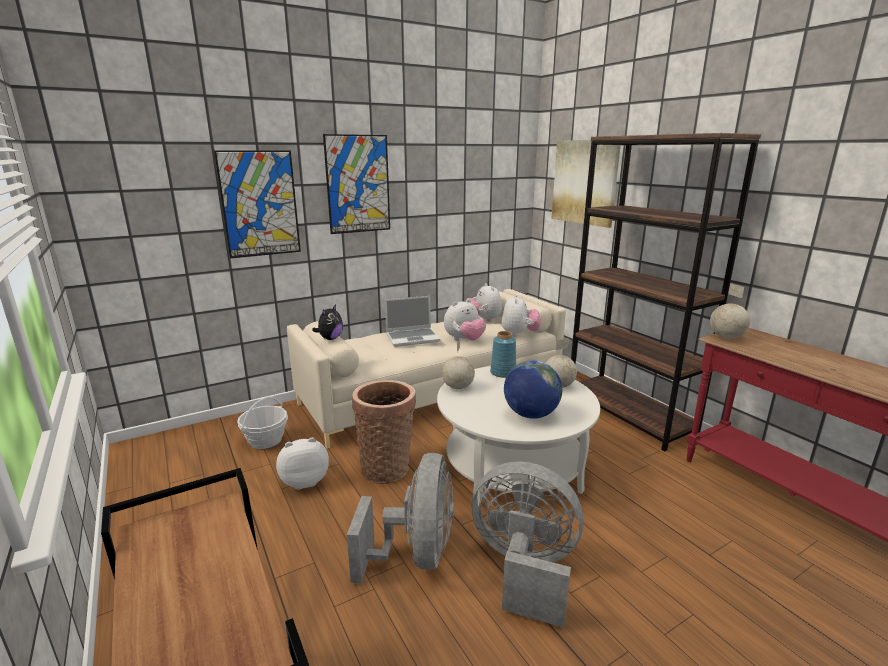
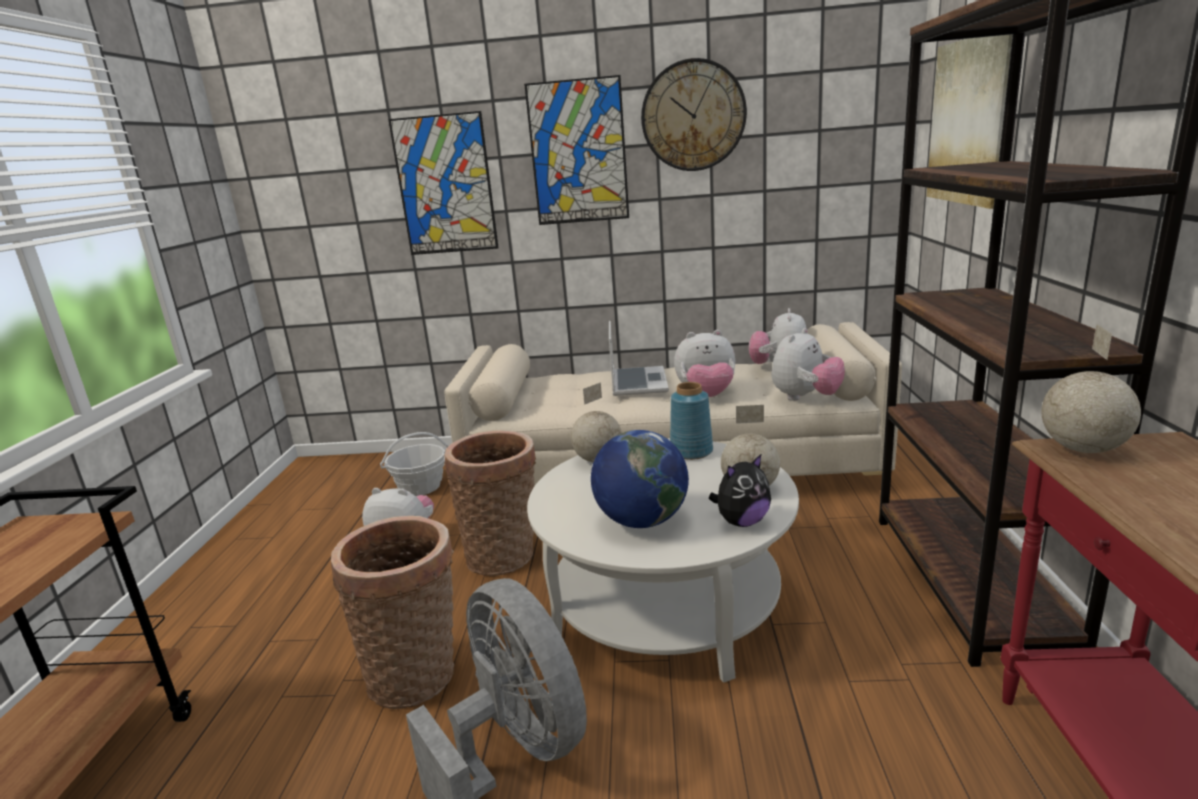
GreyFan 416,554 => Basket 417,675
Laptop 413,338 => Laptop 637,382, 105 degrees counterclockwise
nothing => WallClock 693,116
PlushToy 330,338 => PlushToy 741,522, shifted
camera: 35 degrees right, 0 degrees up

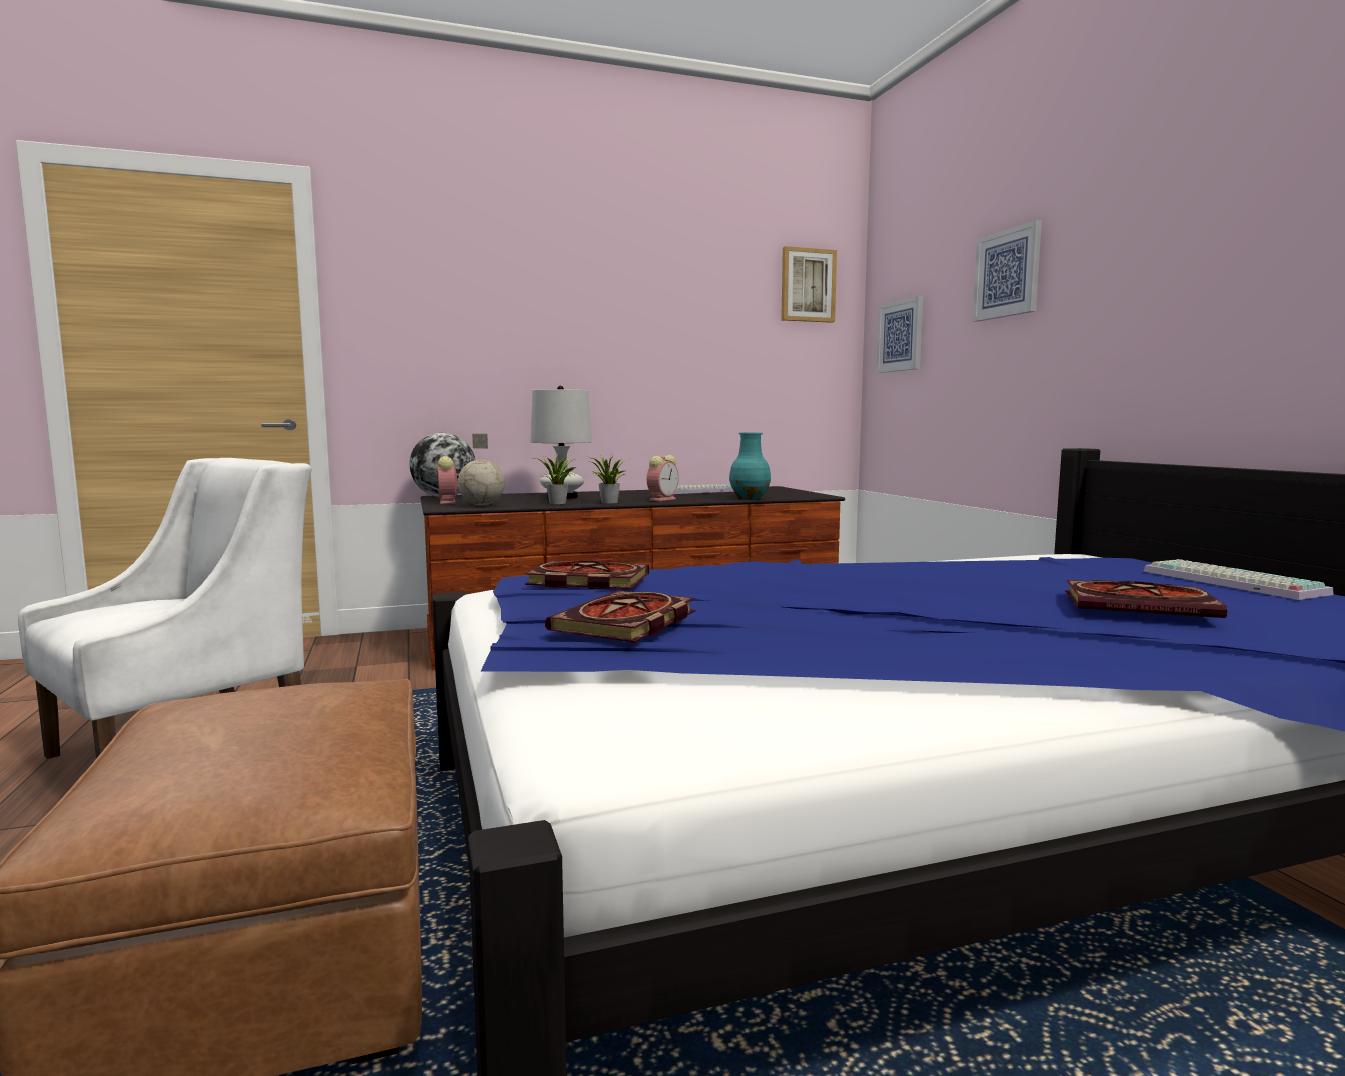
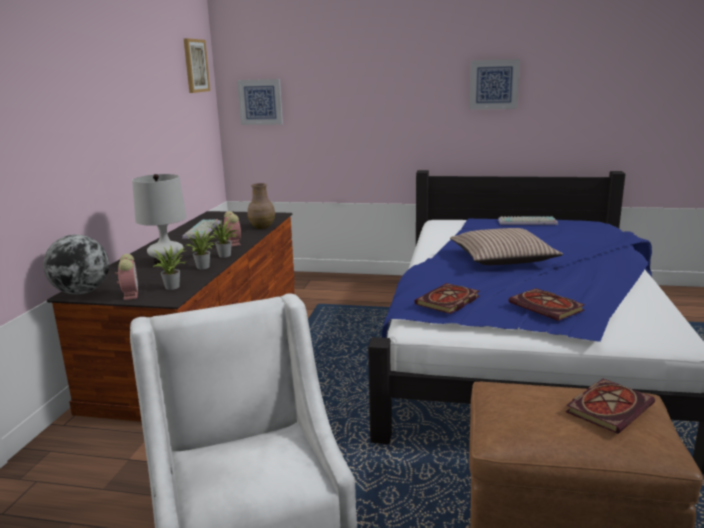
AlarmClock 448,502 => AlarmClock 130,294, 120 degrees counterclockwise
Globe 482,505 => PottedPlant 174,286
TurquoiseVase 750,498 => BrownVase 262,227
nothing => Pillow 502,258
Picture 1007,273 => Picture 494,84, shifted
Book 1142,605 => Book 609,407, shifted
camera: 60 degrees left, 10 degrees up

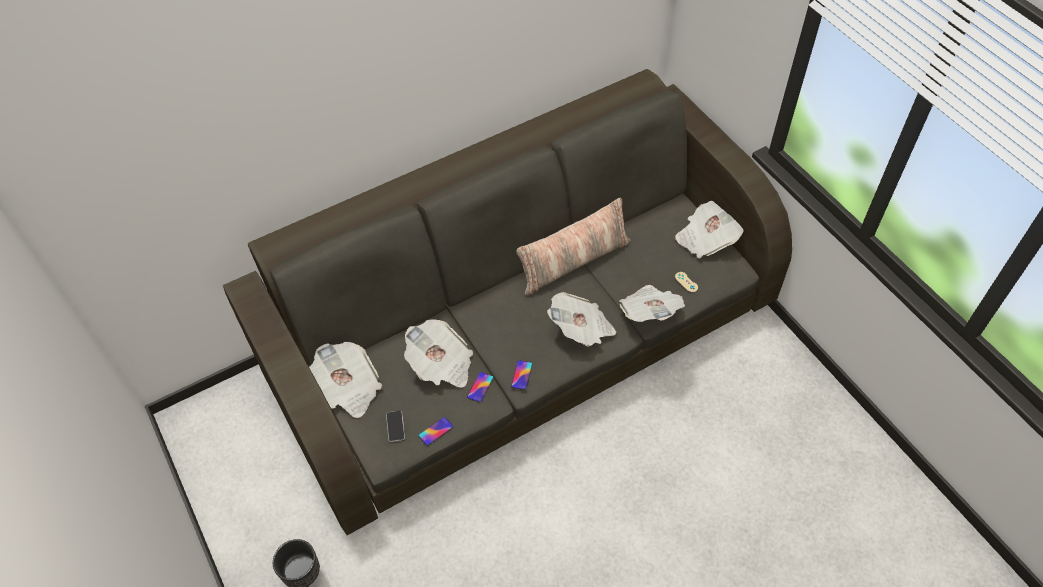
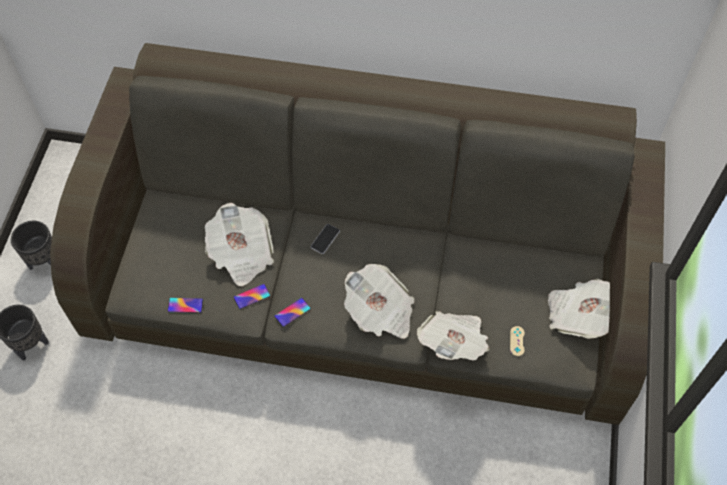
nothing => BlackPlanter 45,261
Phone 395,426 => Phone 325,239, shifted
Newspaper 348,389 => nothing
Pillow 573,262 => nothing
camera: 40 degrees right, 5 degrees up

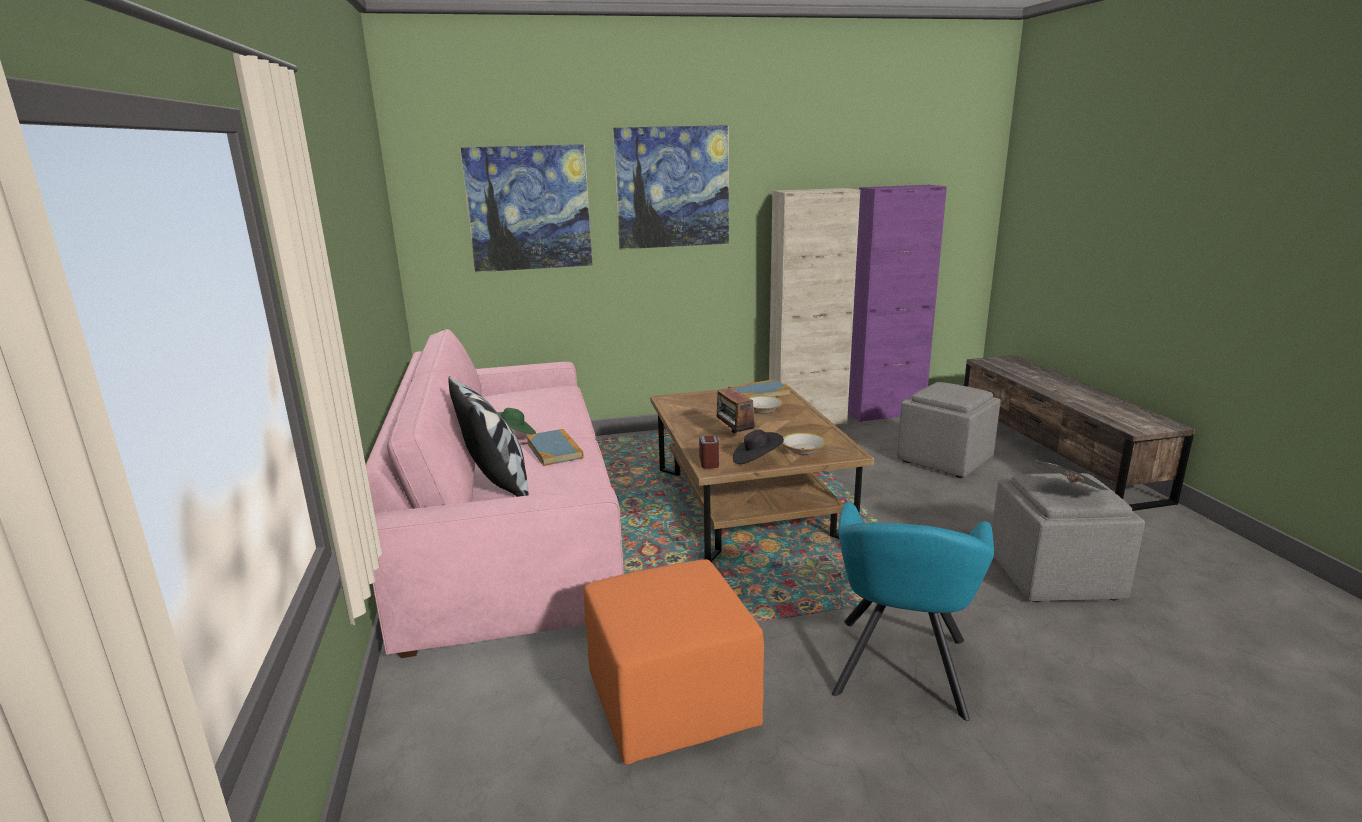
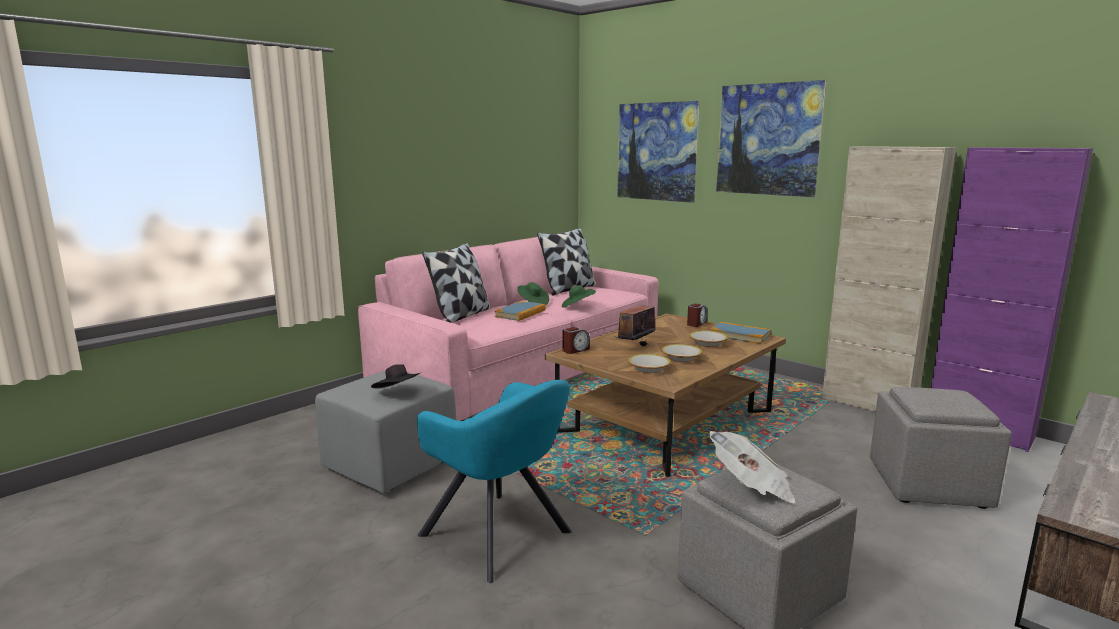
OrangeOttoman 670,702 => GreyOttoman 391,465
BlackHat 756,459 => BlackHat 398,392, shifted
TurquoiseArmchair 900,670 => TurquoiseArmchair 499,536, 120 degrees counterclockwise
nothing => Pillow 568,289
nothing => GreenHat 577,306
nothing => Bowl 681,358
nothing => AlarmClock 696,323
camera: 55 degrees right, 5 degrees down

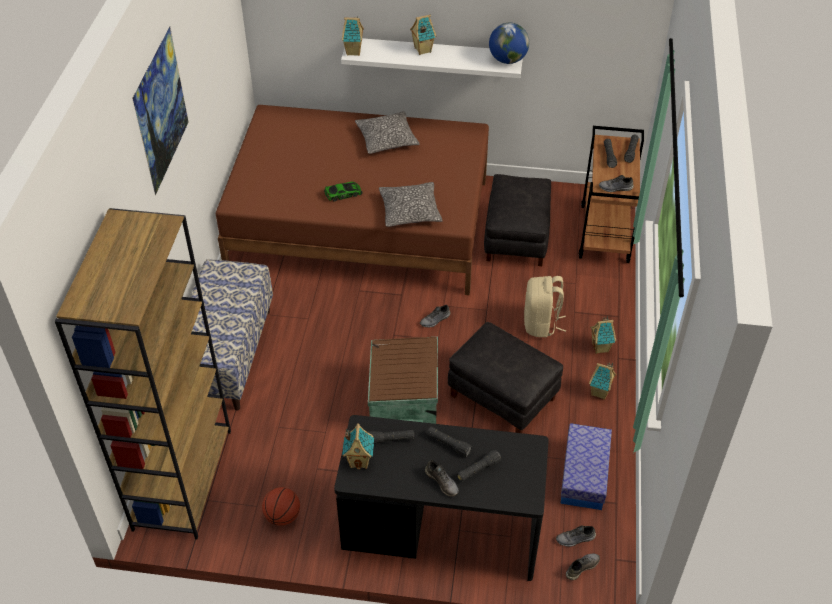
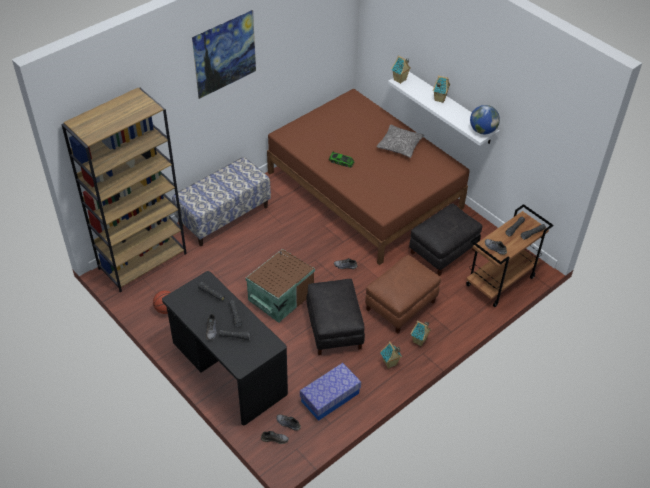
BeigeBackpack 541,324 => BrownOttoman 401,306
ToyHouse 359,461 => nothing
Pillow 410,211 => nothing
camera: 40 degrees right, 0 degrees up

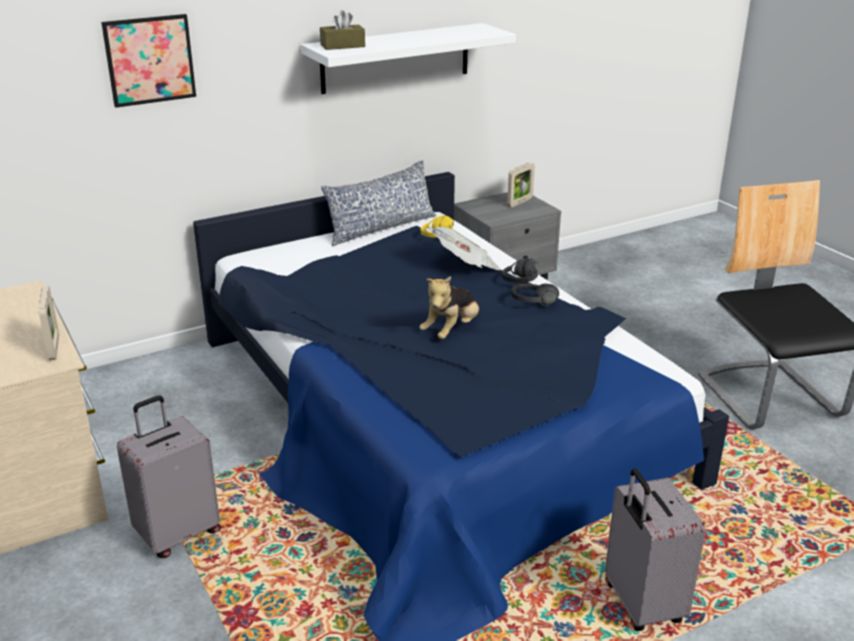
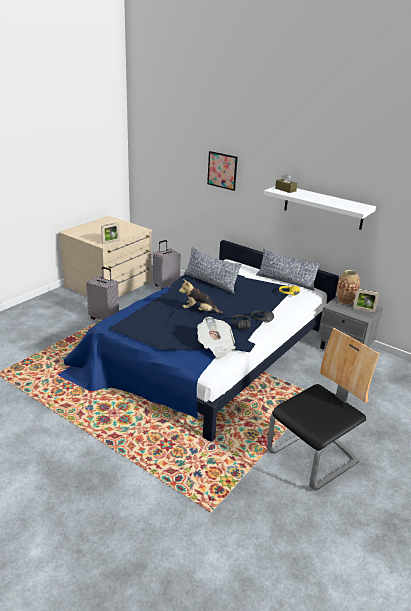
GreySuitcase 641,604 => GreySuitcase 166,286, shifted
nothing => Pillow 210,282
Newspaper 465,266 => Newspaper 215,346, shifted
nothing => Vase 345,300
camera: 65 degrees right, 0 degrees up

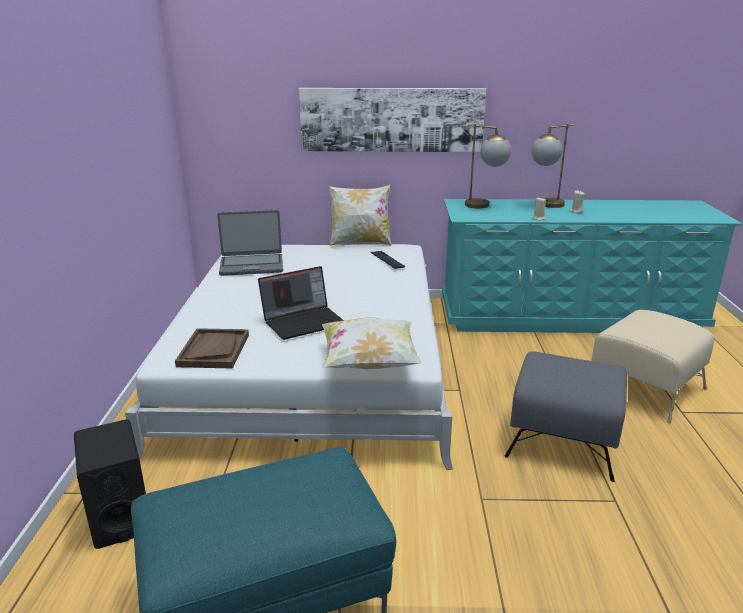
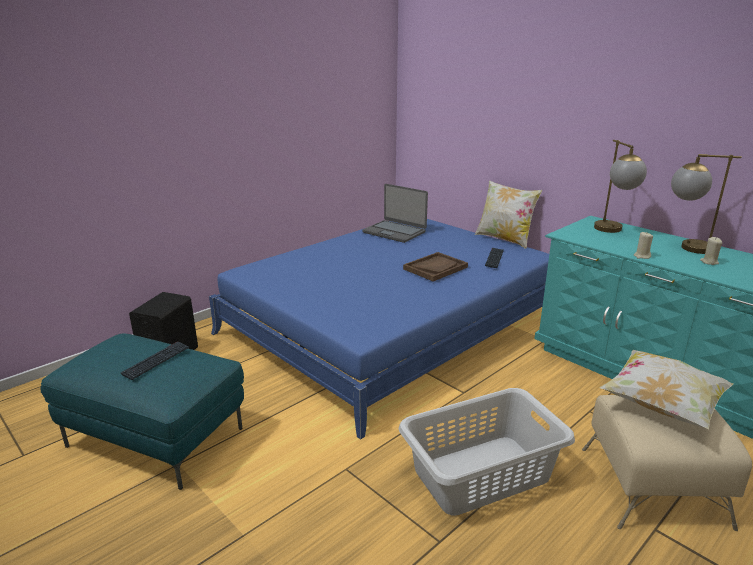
nothing => Keyboard 156,361
WhiteBed 312,363 => BlueBed 392,324
GreyOttoman 564,439 => GreyLaundryBasket 482,474
BrownTray 213,350 => BrownTray 435,268, shifted
Pillow 369,363 => Pillow 661,406, shifted
Laptop 304,321 => nothing
Picture 391,120 => nothing
camera: 45 degrees right, 0 degrees up

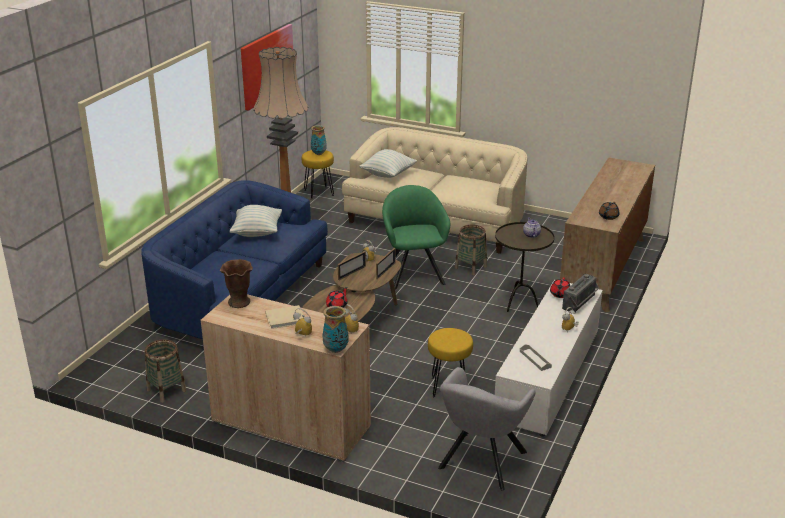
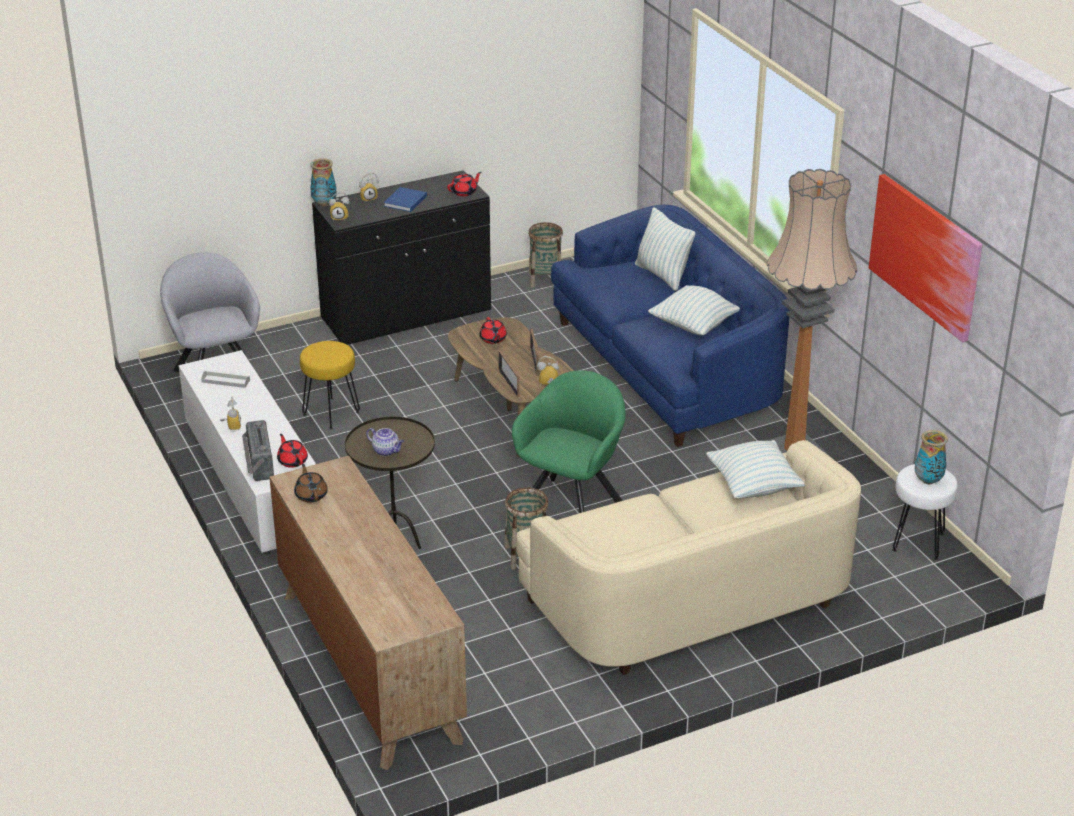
BeigeCabinet 291,424 => BlackCabinet 406,315
BeigeBook 286,318 => BlueBook 404,201
BrownVase 239,302 => RedTeapot 464,192
GreenArmchair 414,273 => GreenArmchair 572,504, 90 degrees counterclockwise
nothing => Pillow 662,275
YellowStool 319,192 => WhiteStool 918,542
camera: 130 degrees right, 5 degrees up

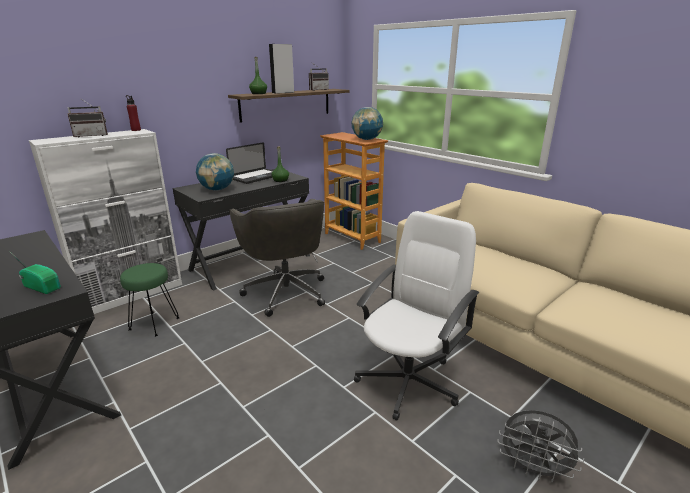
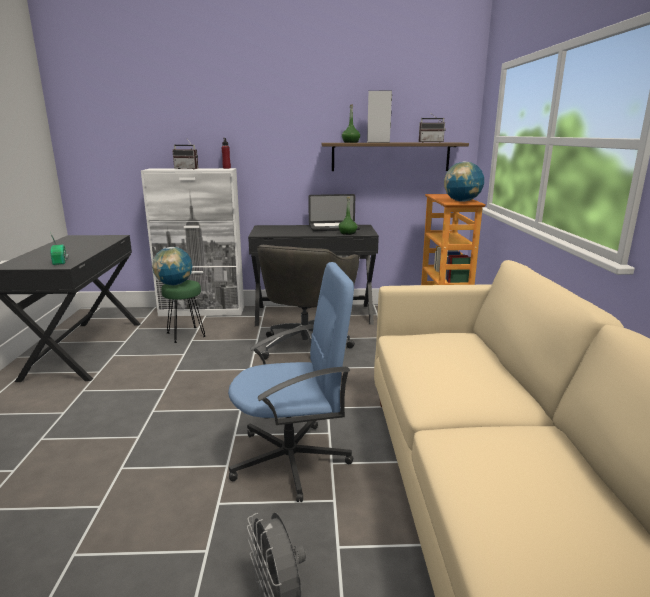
Globe 217,189 => Globe 174,284, shifted
WhiteOfficeChair 409,381 => BlueOfficeChair 292,459
camera: 40 degrees right, 5 degrees down

